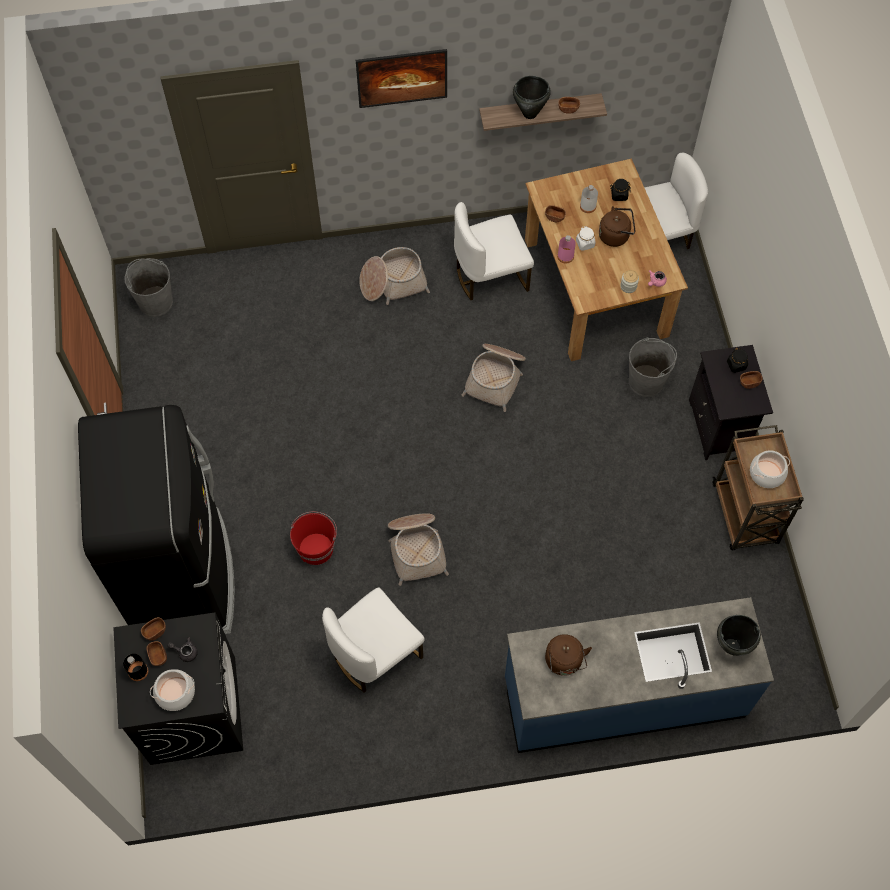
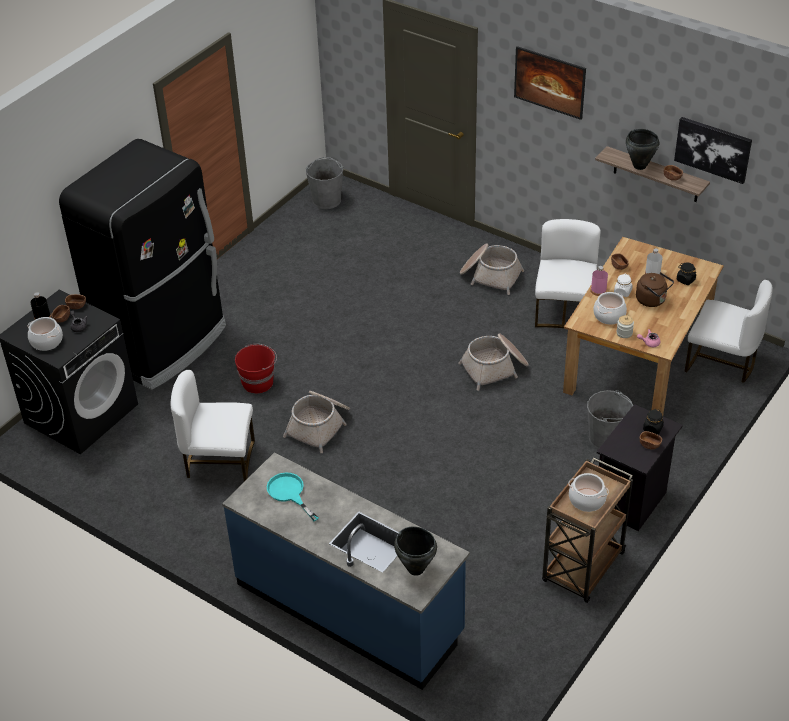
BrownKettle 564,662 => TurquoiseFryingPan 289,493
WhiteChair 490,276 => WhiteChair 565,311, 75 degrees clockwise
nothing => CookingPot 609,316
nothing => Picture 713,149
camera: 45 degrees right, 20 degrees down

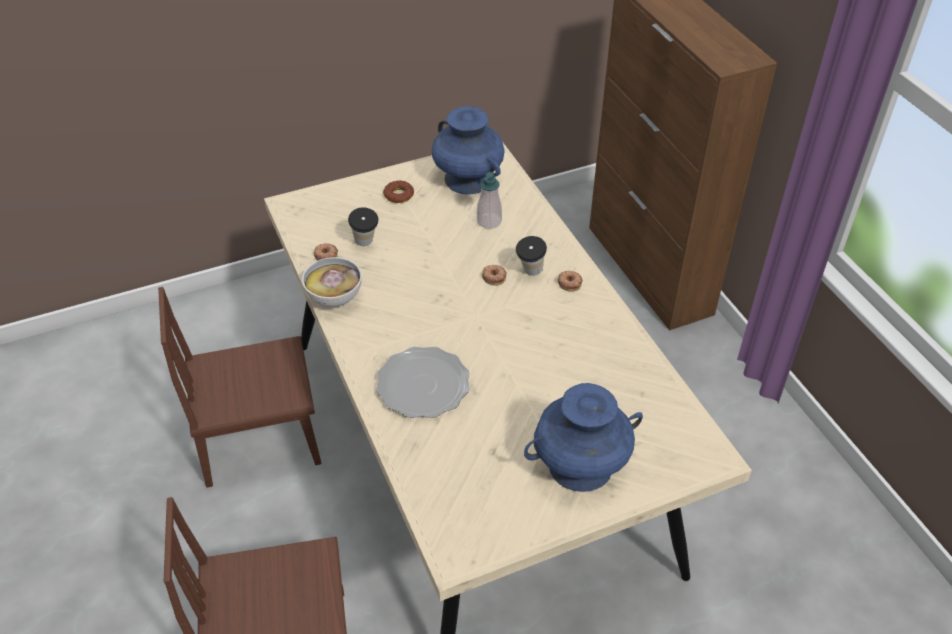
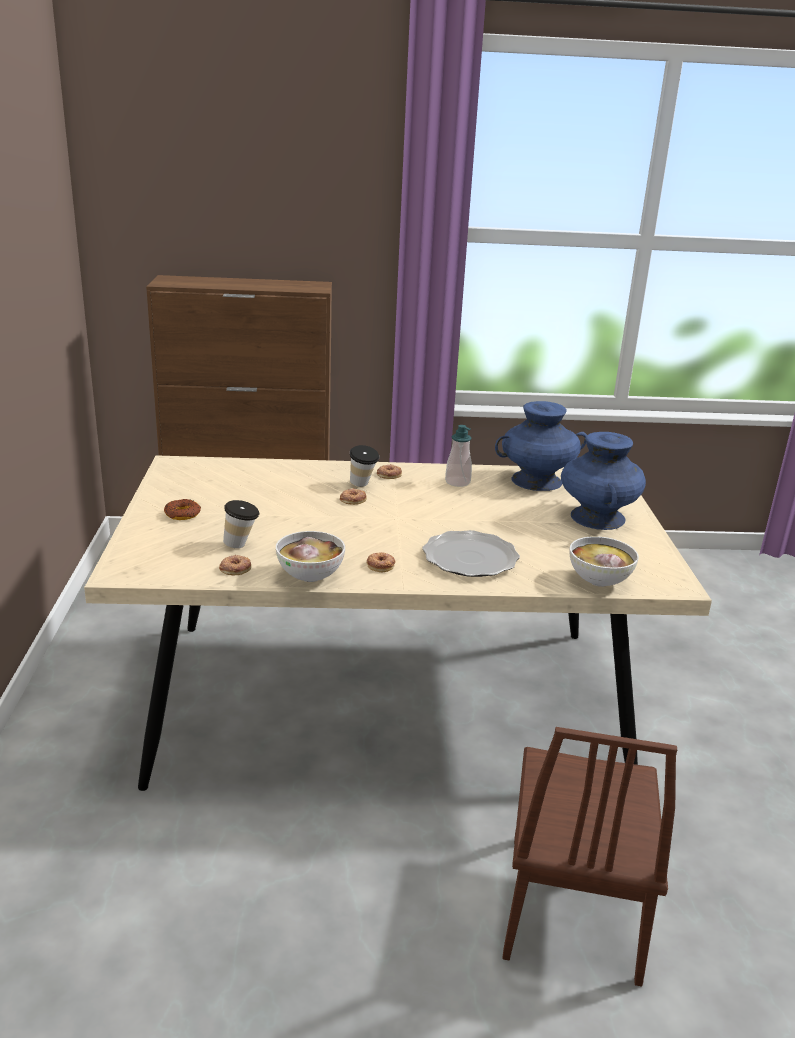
nothing => Donut 381,565
SoapDispenser 489,221 => SoapDispenser 457,482, shifted
BlueVase 468,179 => BlueVase 537,481, shifted
nothing => Bowl 598,581
BrownChair 260,439 => nothing
camera: 70 degrees left, 20 degrees down

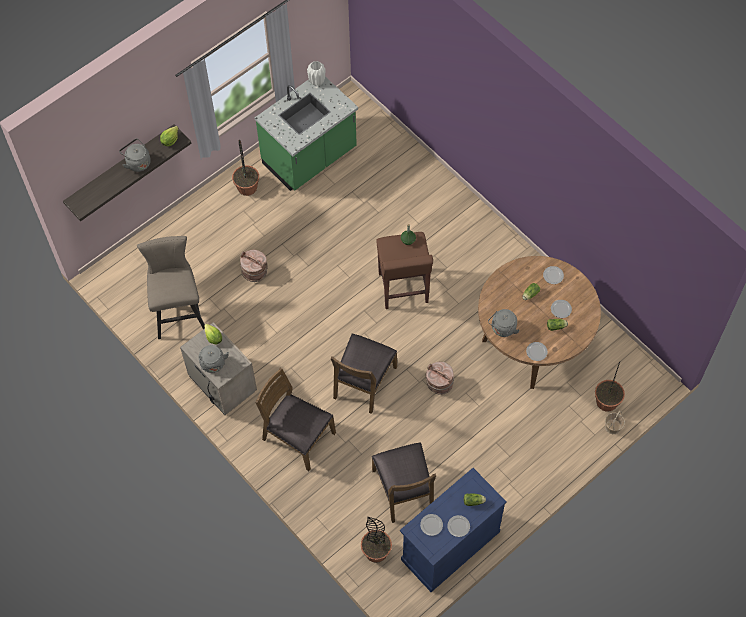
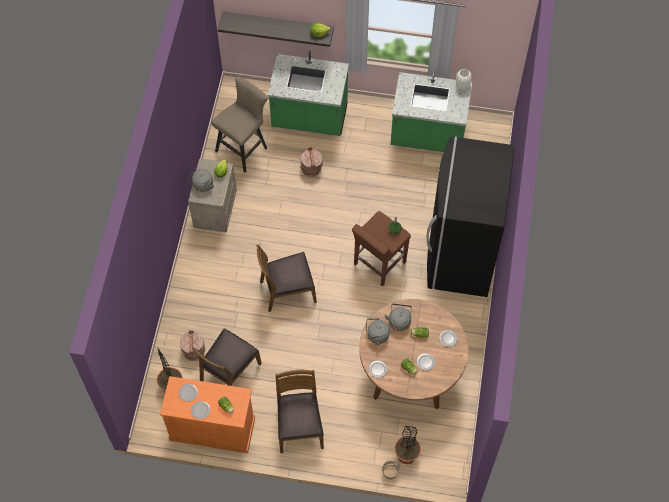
BlueCabinet 450,545 => OrangeCabinet 212,428
BrownBucket 439,384 => BrownBucket 193,351, shifted
nothing => GreenCounter 309,118
BrownChair 297,437 => BrownChair 299,426, shifted
GreyKettle 137,162 => GreyKettle 399,321, shifted
nothing => BlackFridge 460,255
PottedPlant 247,187 => nothing
camera: 50 degrees right, 0 degrees up

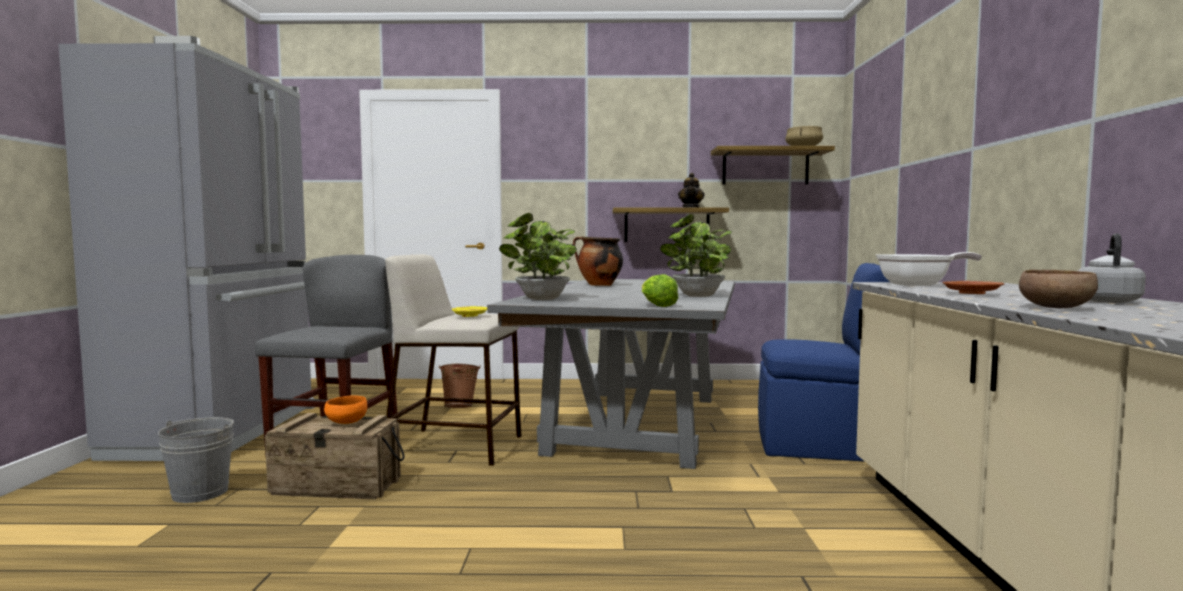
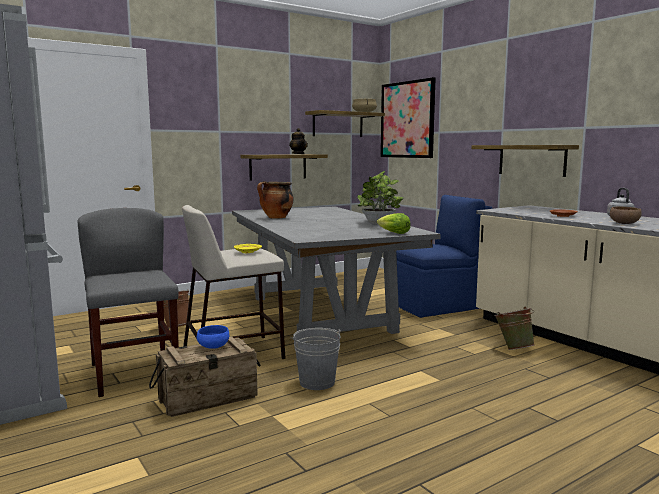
OrangeBowl 346,422 => BlueBowl 213,347
GreyBucket 200,493 => GreyBucket 317,382, shifted
nothing => Picture 407,120
nothing => Shelf 531,160
nothing => GreenBucket 513,348
PottedPlant 540,299 => nothing
FryingPan 920,284 => nothing
camera: 35 degrees left, 5 degrees up

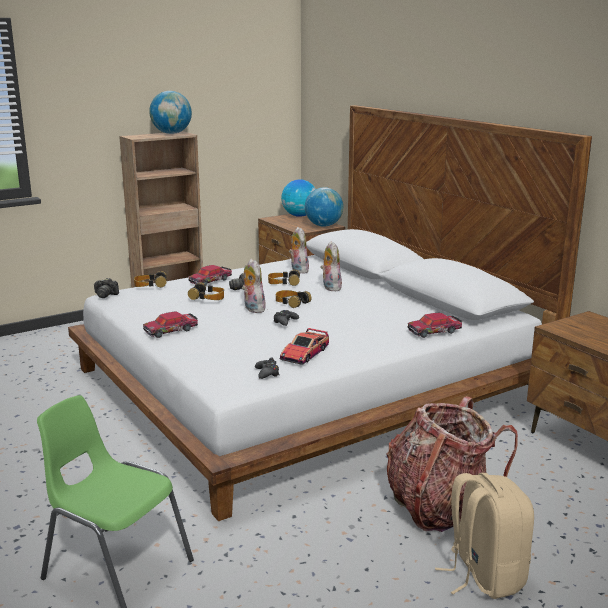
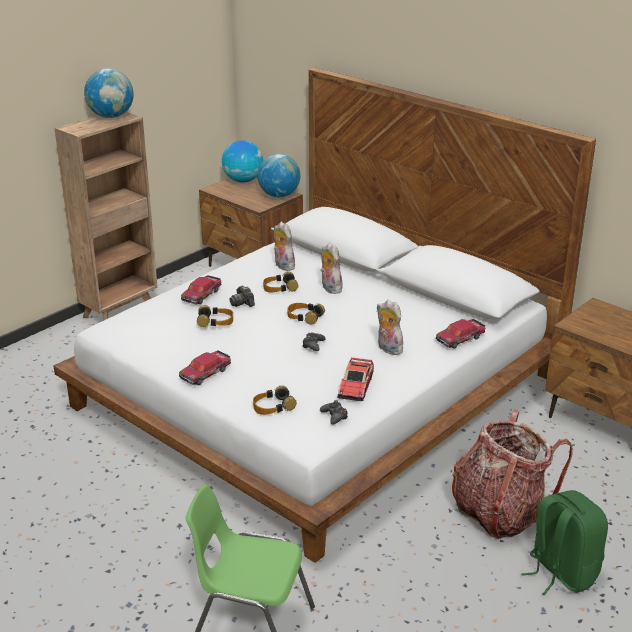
Headphones 150,285 => Headphones 273,406, shifted
PlushToy 252,309 => PlushToy 388,349, shifted
BeigeBackpack 483,575 => GreenBackpack 560,572
PhotoCamera 105,295 => nothing
camera: 15 degrees left, 10 degrees up

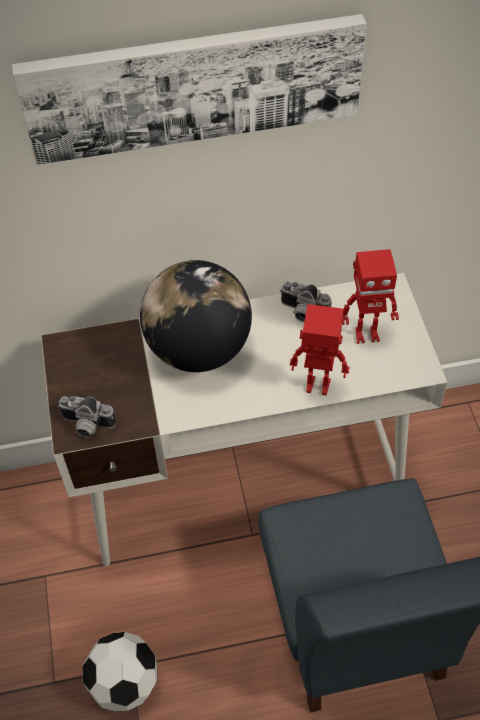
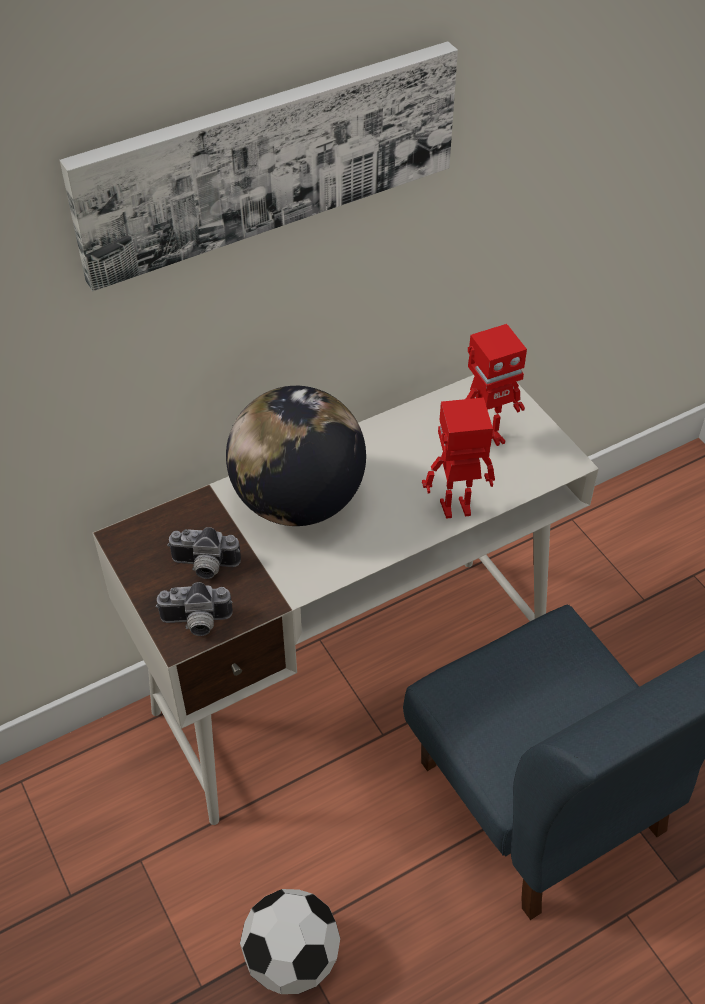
PhotoCamera 302,312 => PhotoCamera 204,567, shifted
camera: 20 degrees left, 5 degrees down

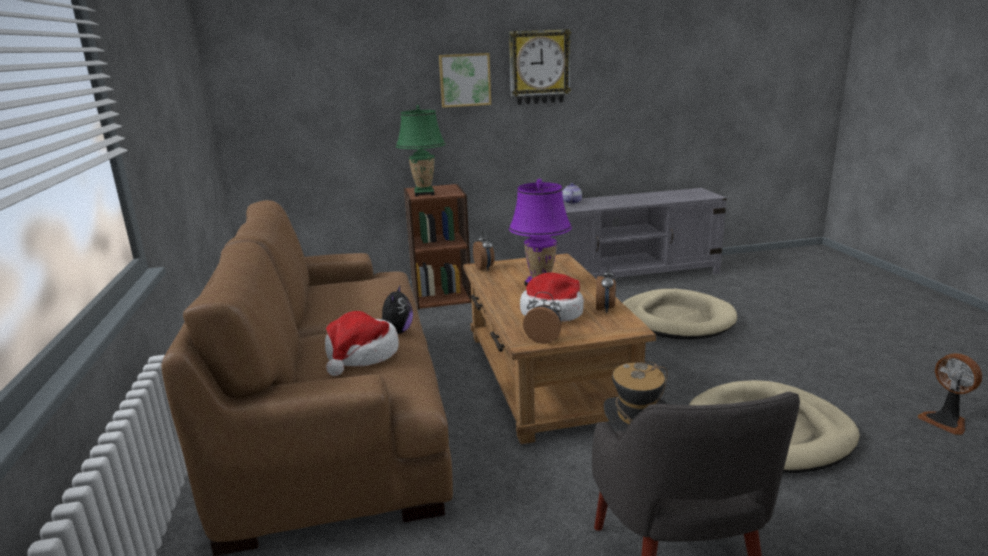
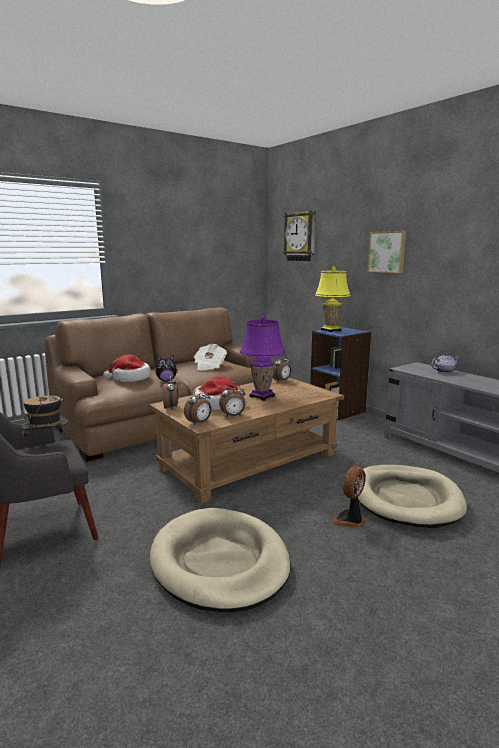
nothing => AlarmClock 199,423
nothing => Newspaper 209,366
WallClock 539,67 => WallClock 300,236, shifted
BrownBookcase 441,296 => BlueBookcase 337,410
GreenTableLamp 424,193 => YellowTableLamp 331,330
Fan 945,421 => Fan 350,520, shifted
camera: 65 degrees right, 5 degrees down

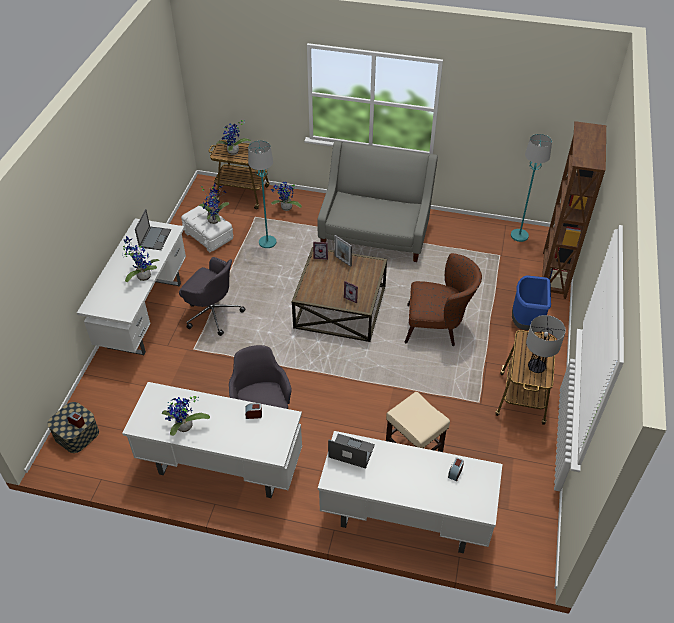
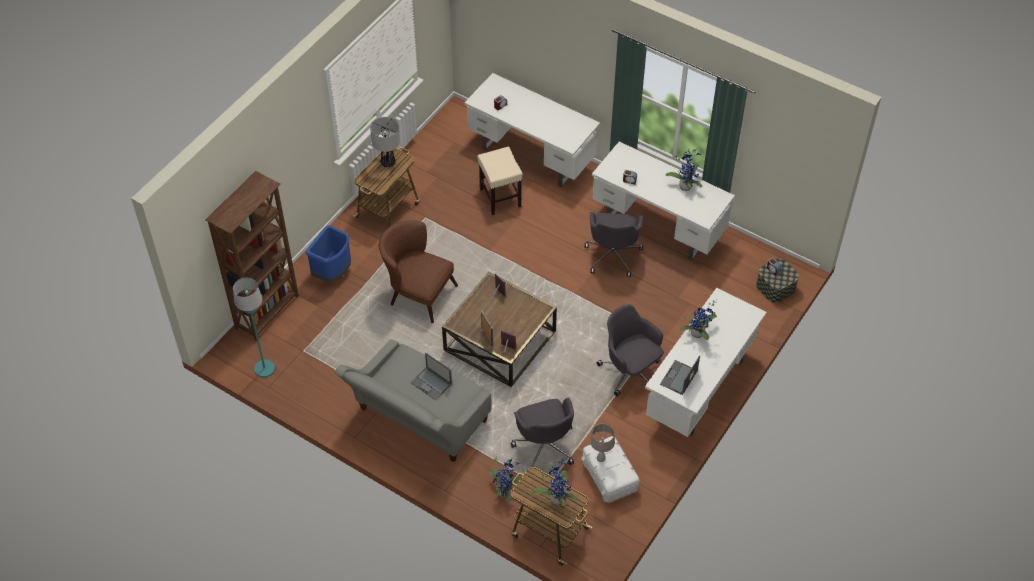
Laptop 351,451 => Laptop 431,383, shifted
TurquoiseFloorLamp 267,242 => GreyOfficeChair 544,445
PottedPlant 215,219 => BeigeTableLamp 600,458
camera: 160 degrees left, 5 degrees up

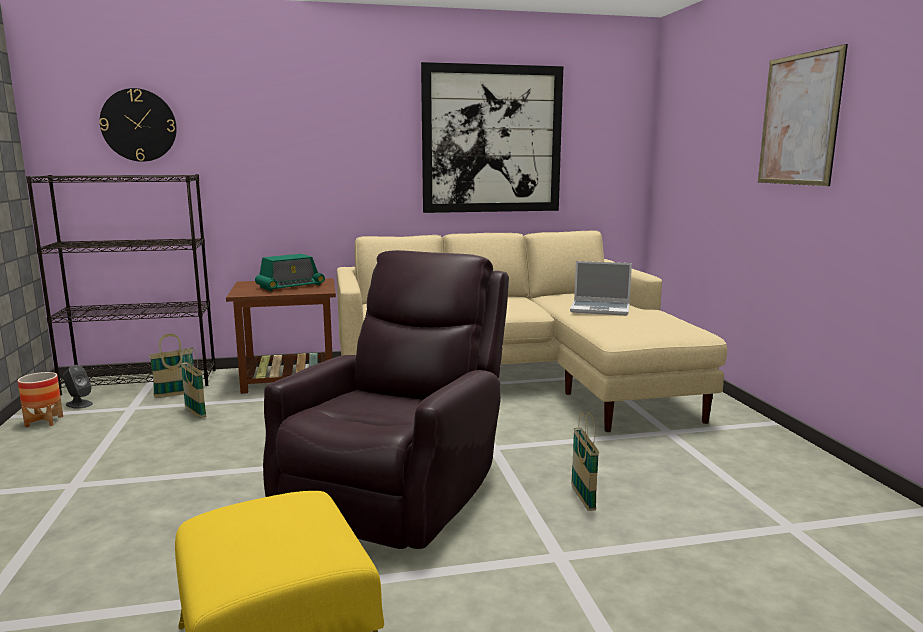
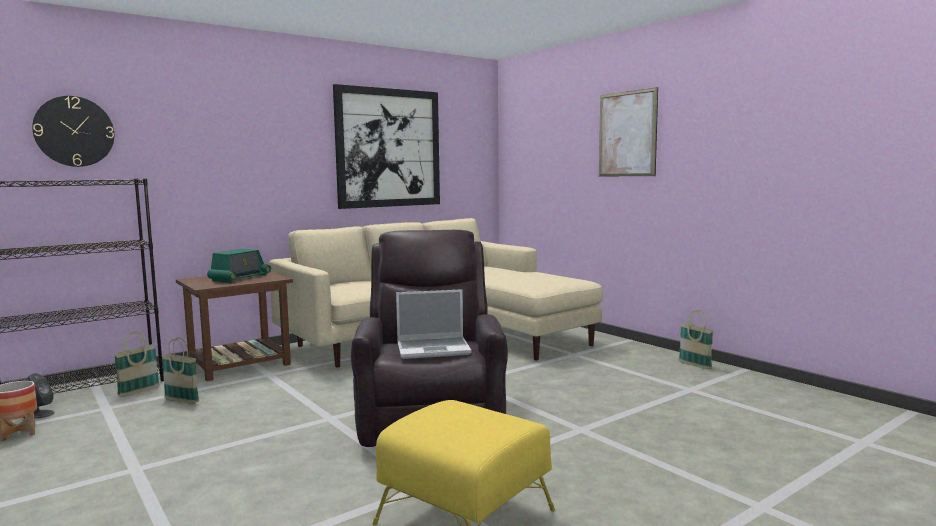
Laptop 601,309 => Laptop 434,349, shifted
Basket 583,498 => Basket 694,365, shifted
camera: 25 degrees left, 5 degrees down

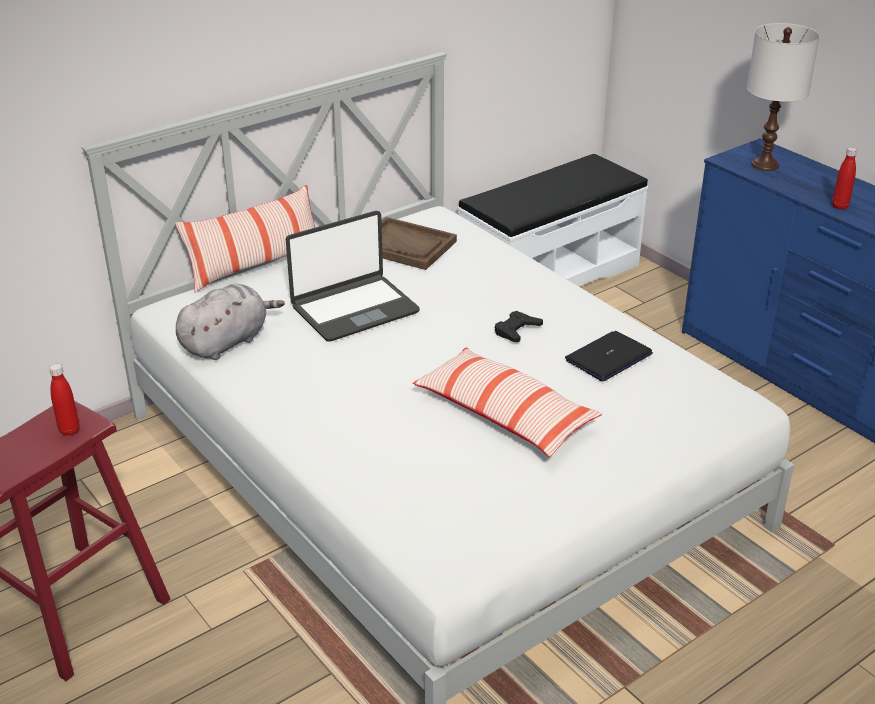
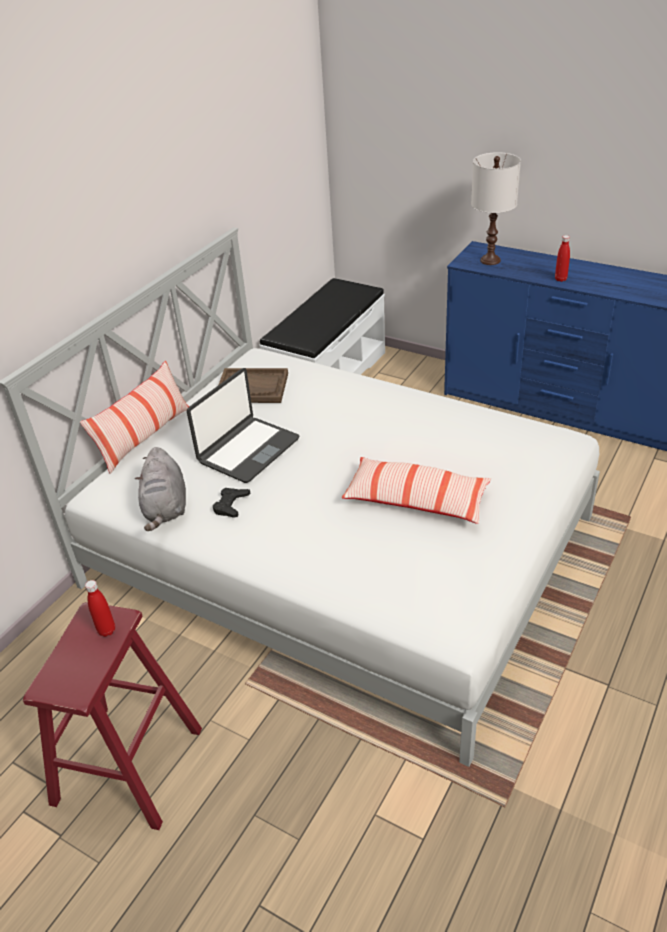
GreyPlushToy 227,342 => GreyPlushToy 166,508, 150 degrees clockwise
BlackGameController 516,330 => BlackGameController 231,505, shifted
Laptop 608,357 => nothing
camera: 20 degrees left, 5 degrees up

